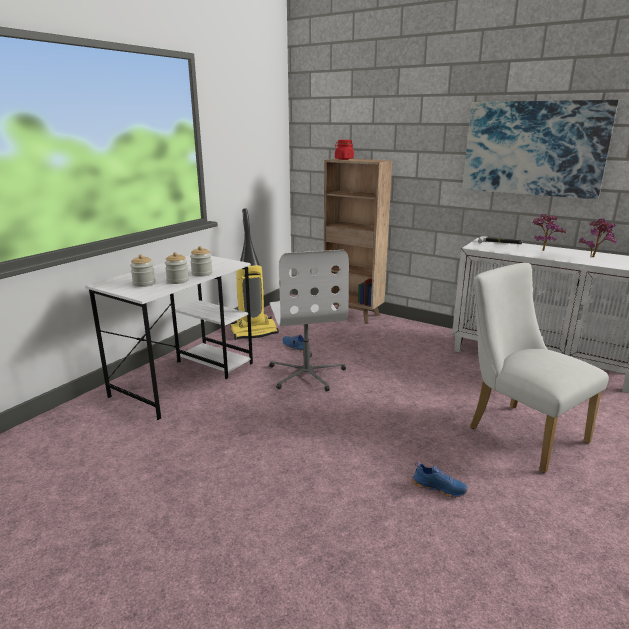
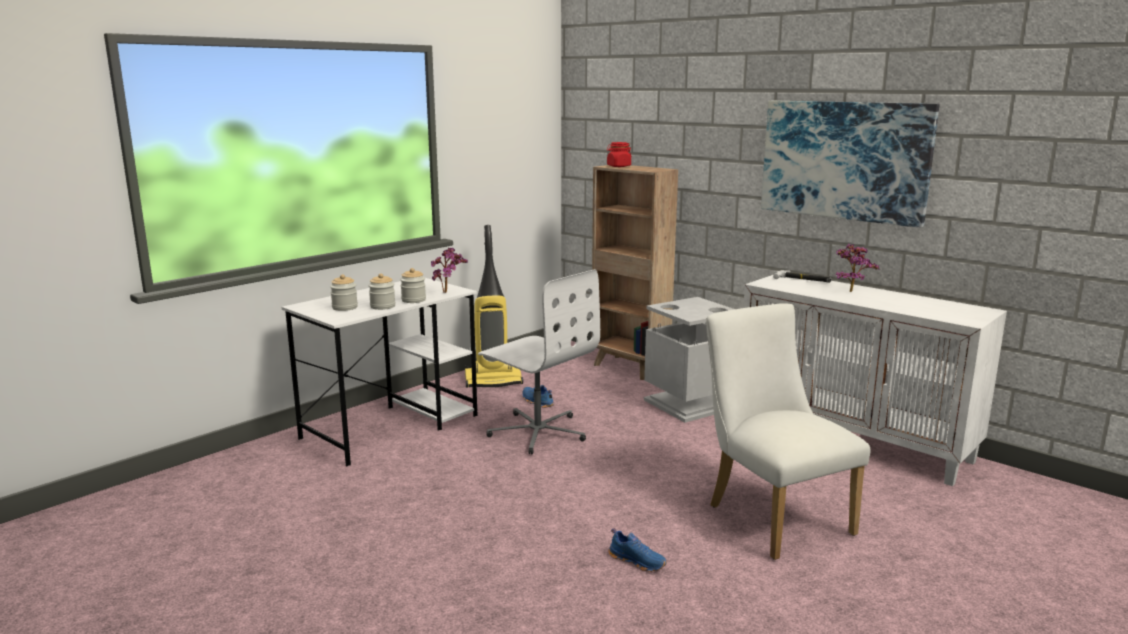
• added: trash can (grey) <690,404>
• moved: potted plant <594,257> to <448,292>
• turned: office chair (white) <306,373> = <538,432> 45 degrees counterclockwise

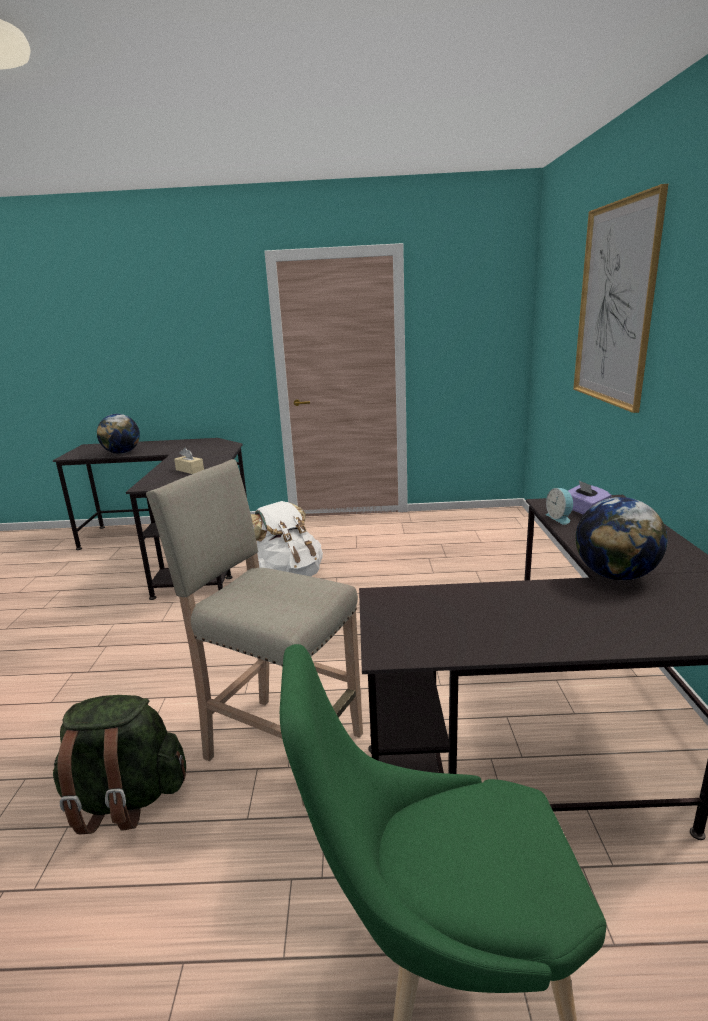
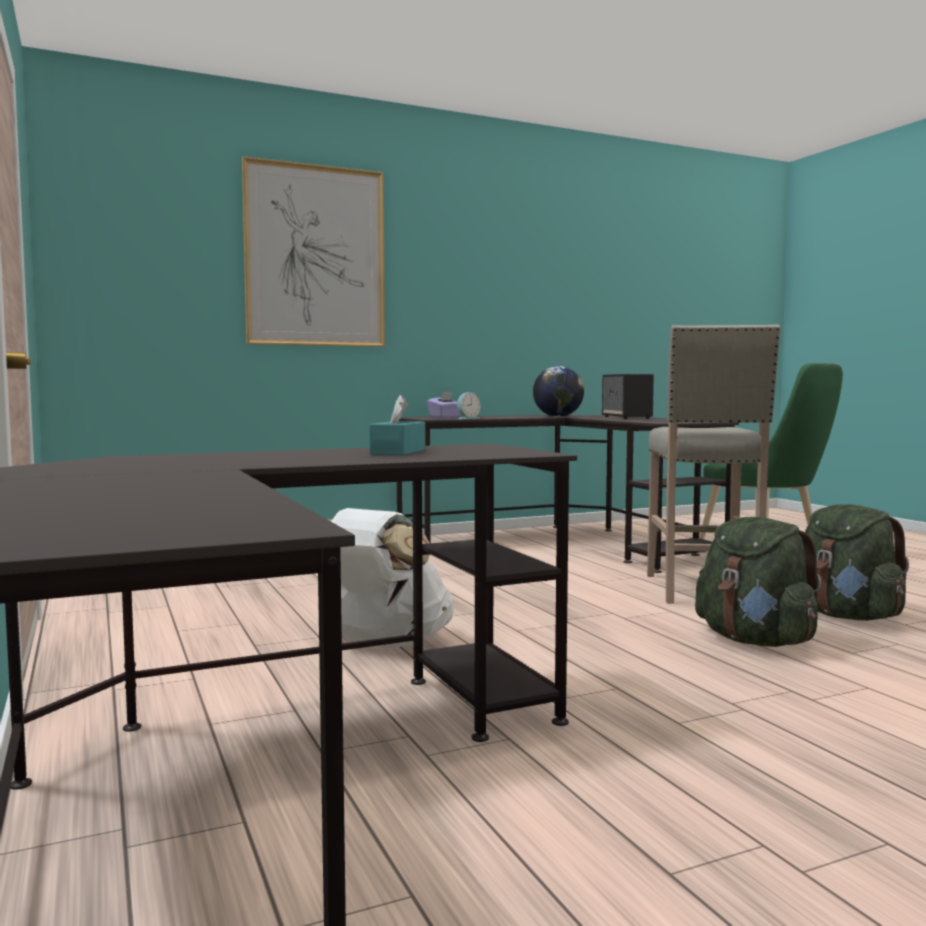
• removed: globe <122,453>
• added: speaker <627,417>
• added: backpack (green) <755,641>
• recoloured: tissue box (beige) <190,470> to tissue box (turquoise) <398,452>

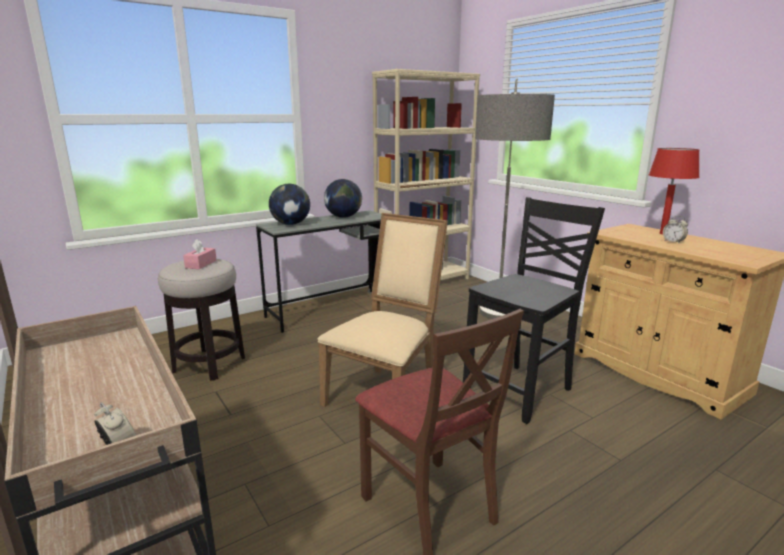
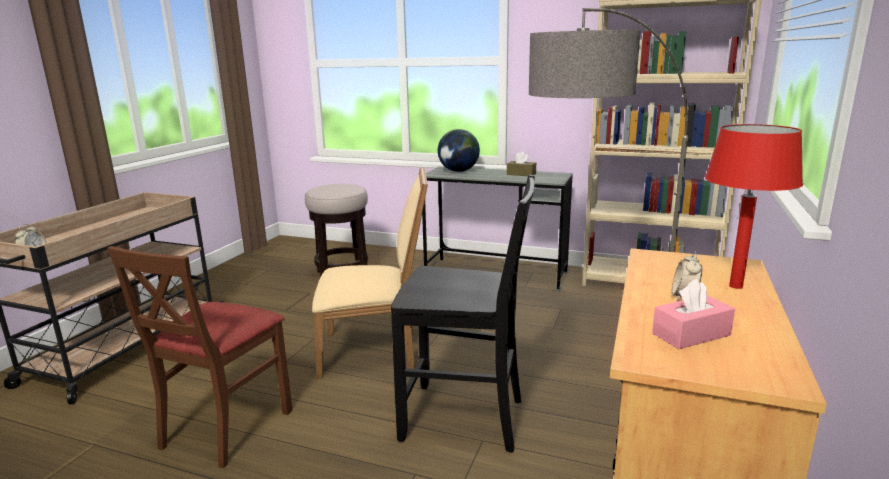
• moved: tissue box (pink) <201,264> to <691,334>
• replaced: globe <343,217> to tissue box (brown) <521,174>

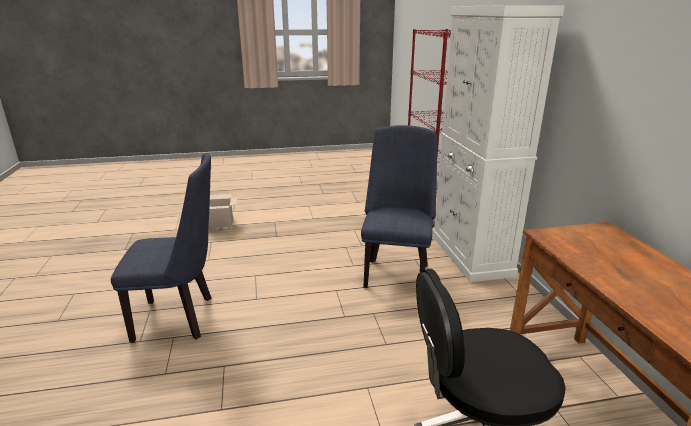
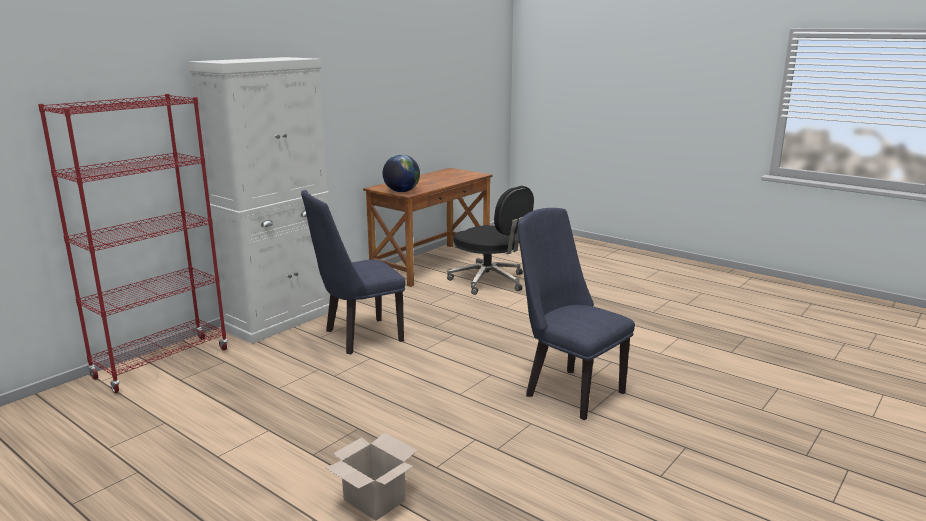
• added: globe <401,191>

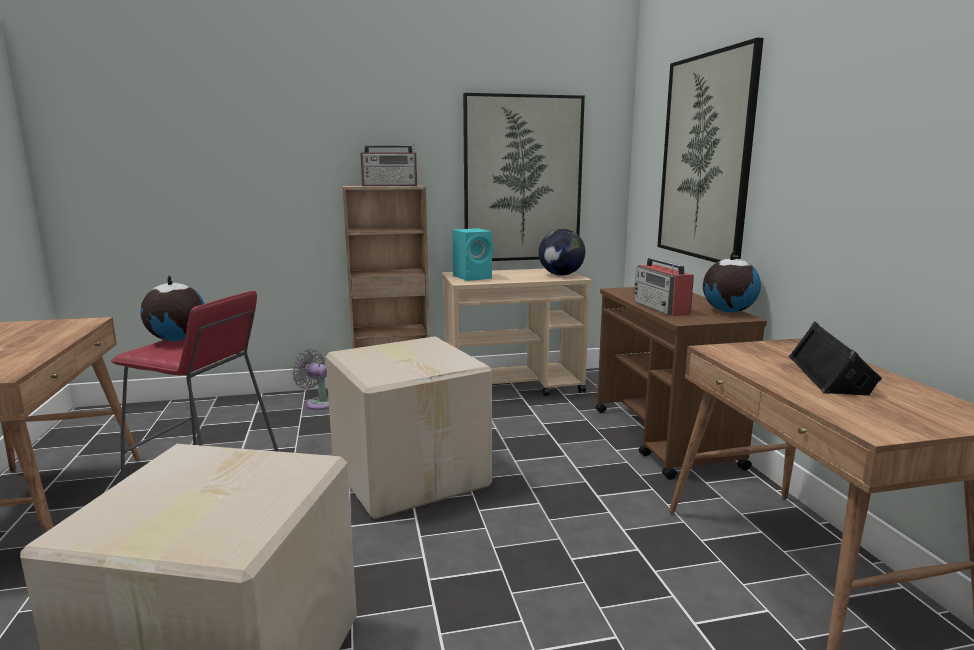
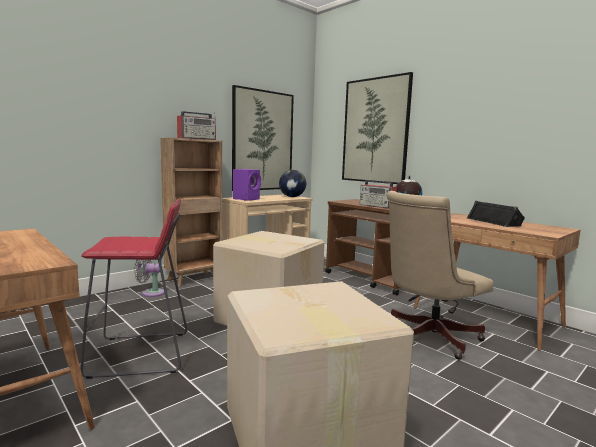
• removed: globe <177,340>
• added: office chair (beige) <427,337>
• recoloured: speaker (turquoise) <473,277> to speaker (purple) <247,199>

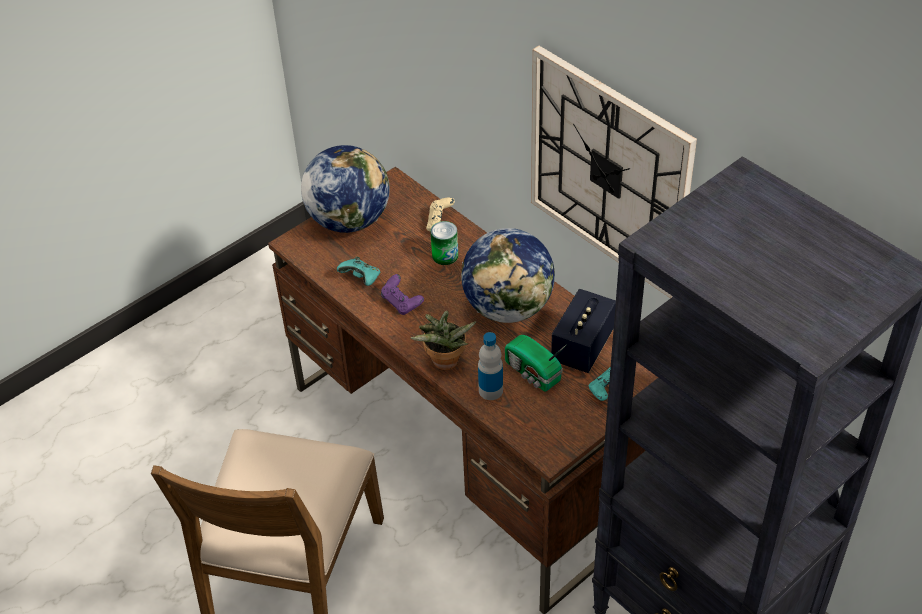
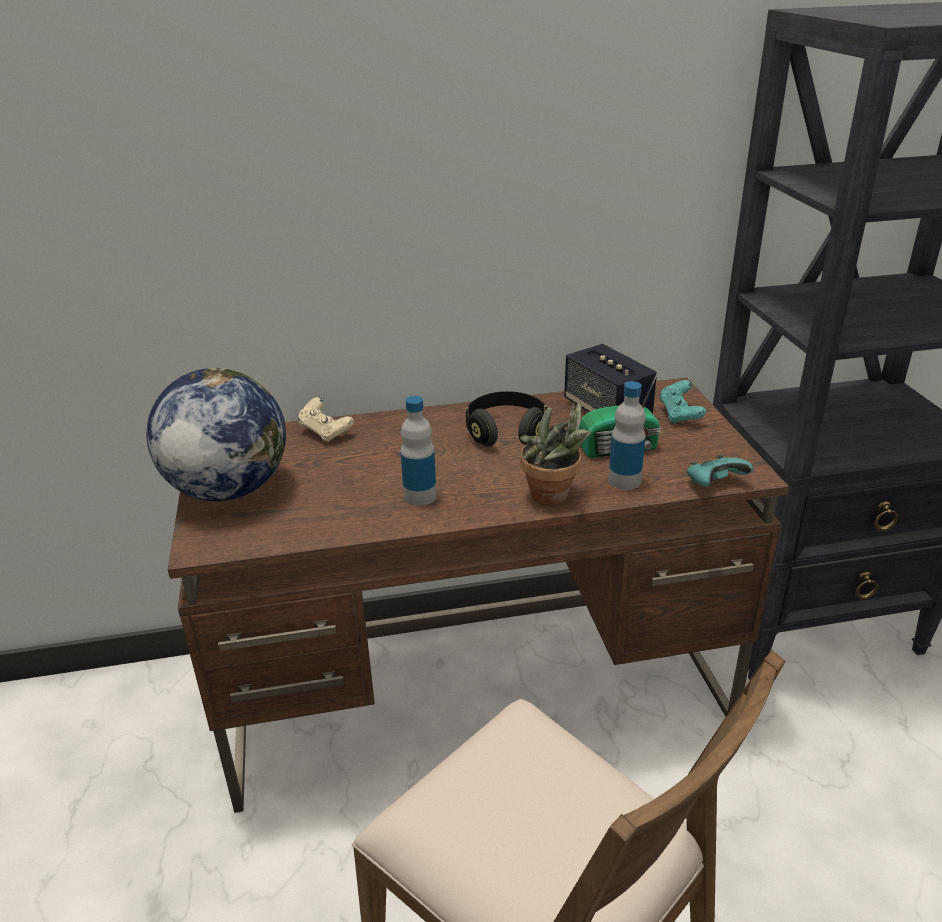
• removed: can <445,255>
• removed: wall clock <609,171>
• moved: game controller (turquoise) <361,279> to <714,484>
• replaced: game controller (purple) <401,303> to bottle <420,496>
• replaced: globe <509,307> to headphones (black) <506,432>

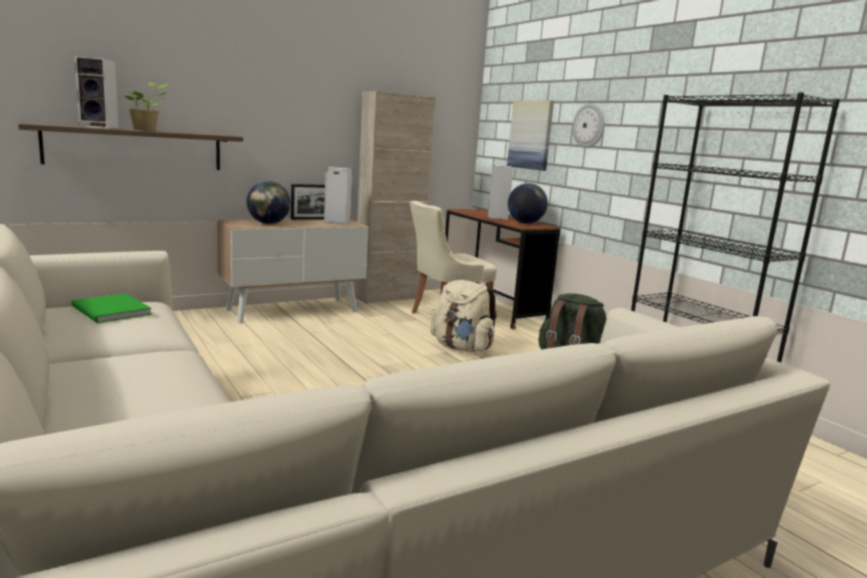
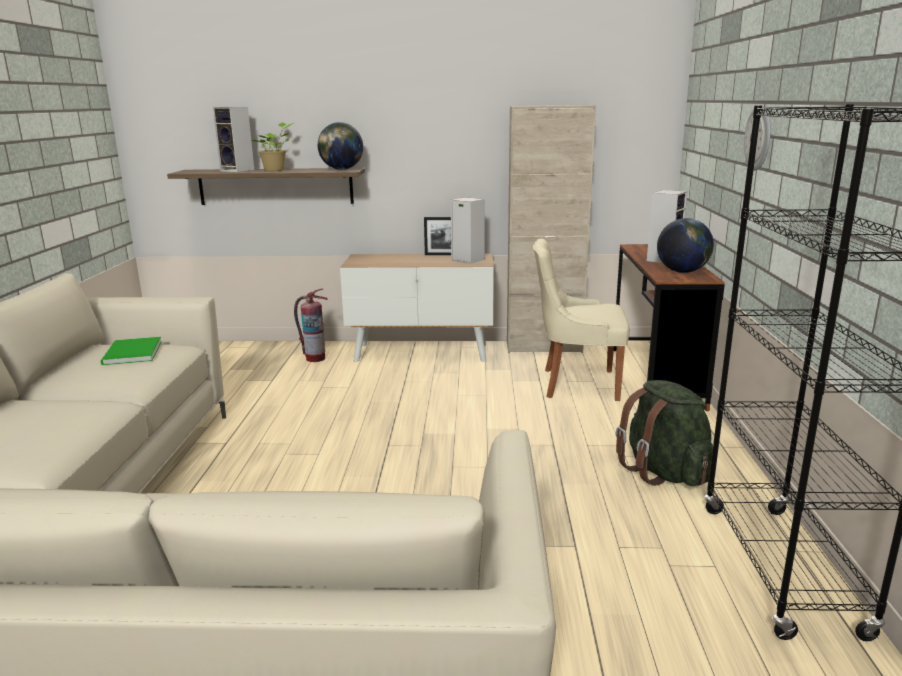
• removed: backpack (beige) <461,348>
• removed: picture <531,135>
• added: fire extinguisher <315,358>
• moved: globe <268,224> to <341,169>

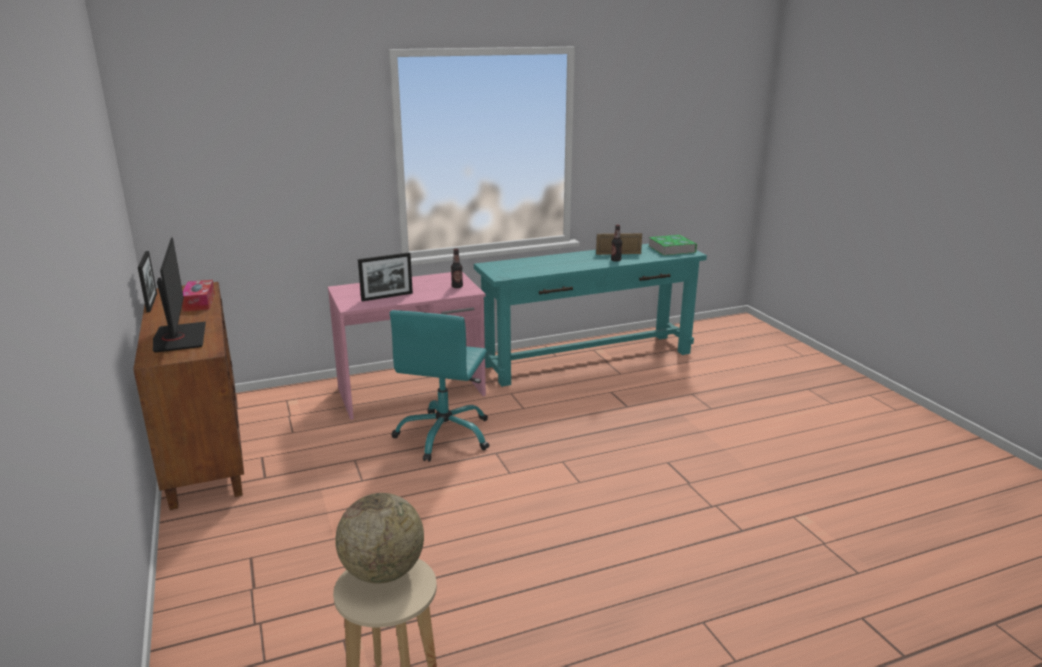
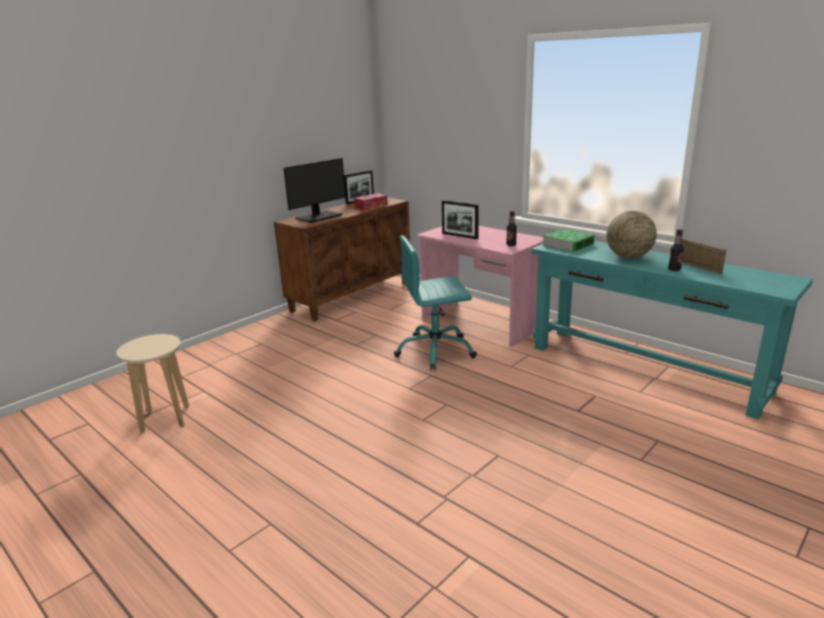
• moved: globe <383,572> to <628,257>
• moved: book <671,249> to <568,244>

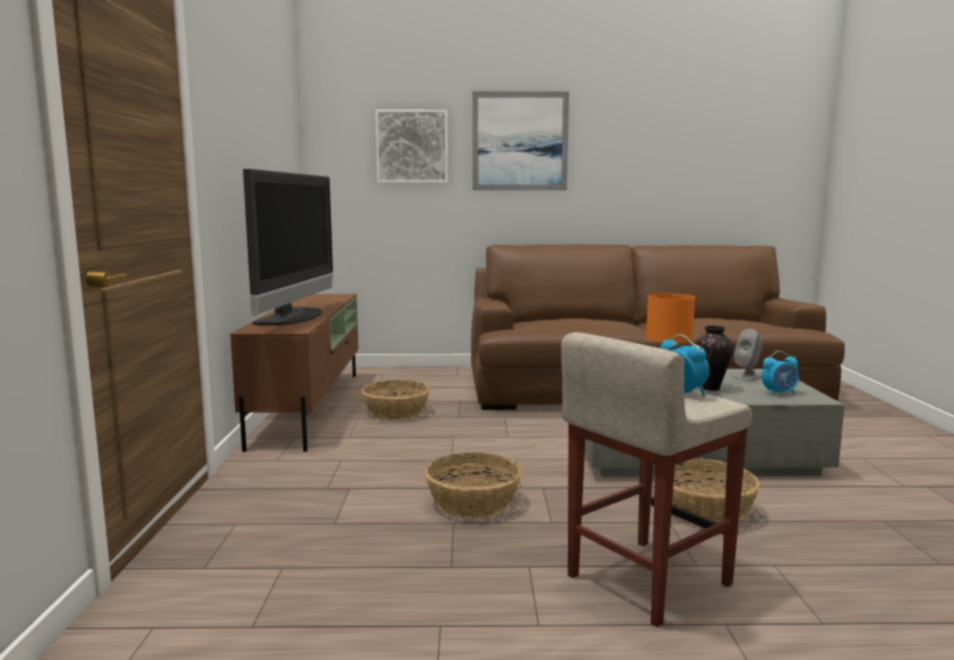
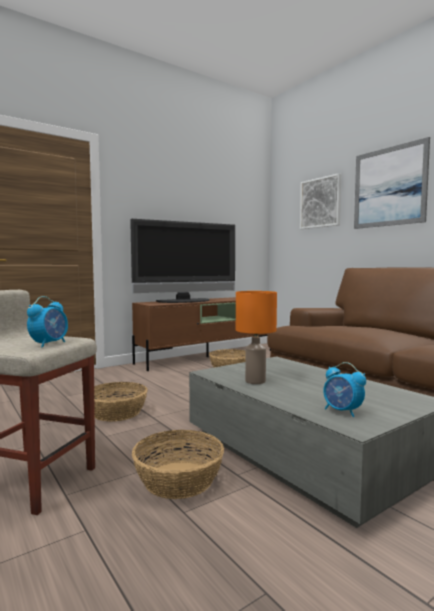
• removed: vase <711,388>
• removed: speaker (grey) <747,377>

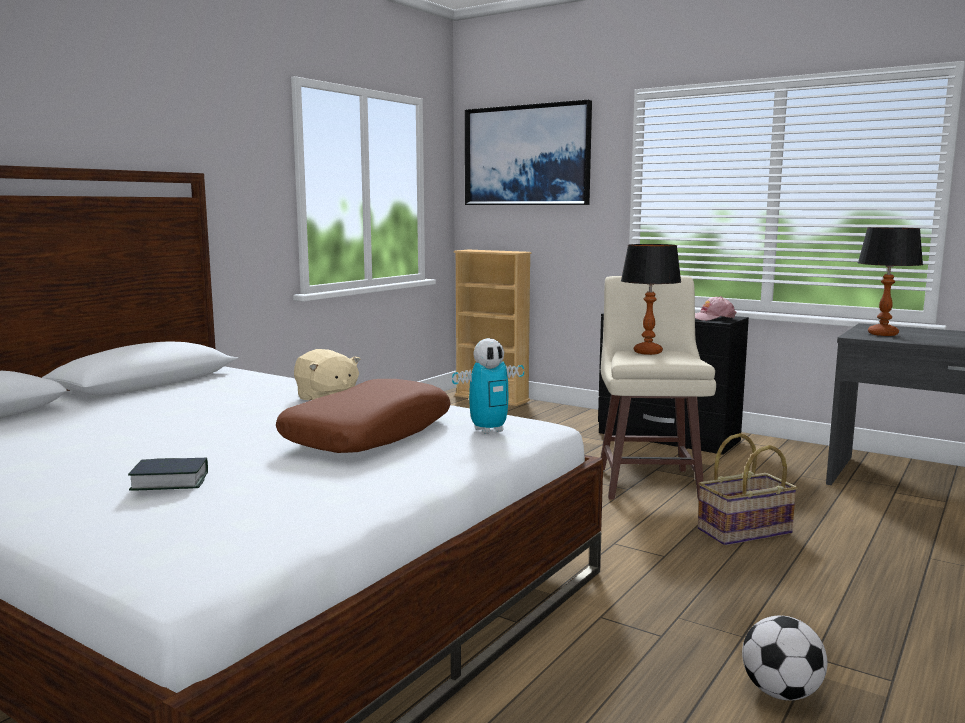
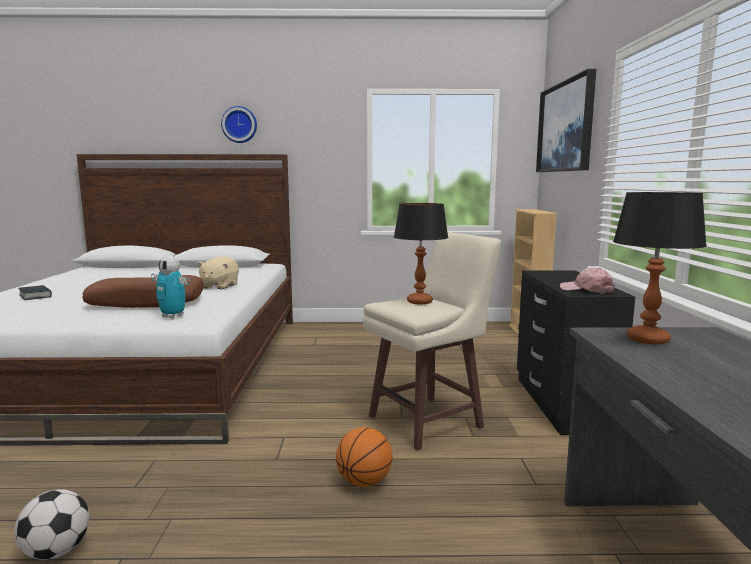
• added: wall clock <240,125>
• replaced: basket <745,532> to basketball <364,482>

